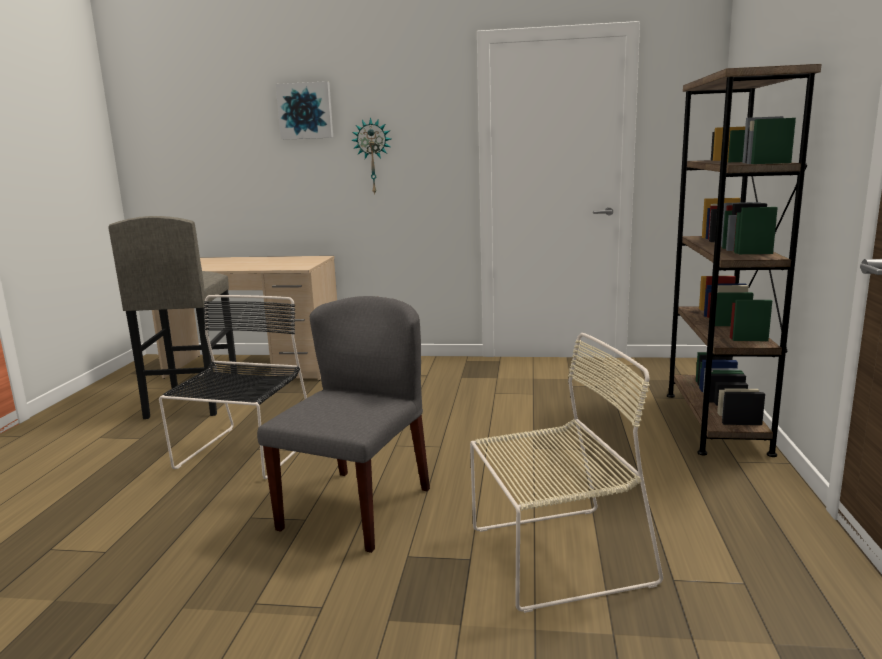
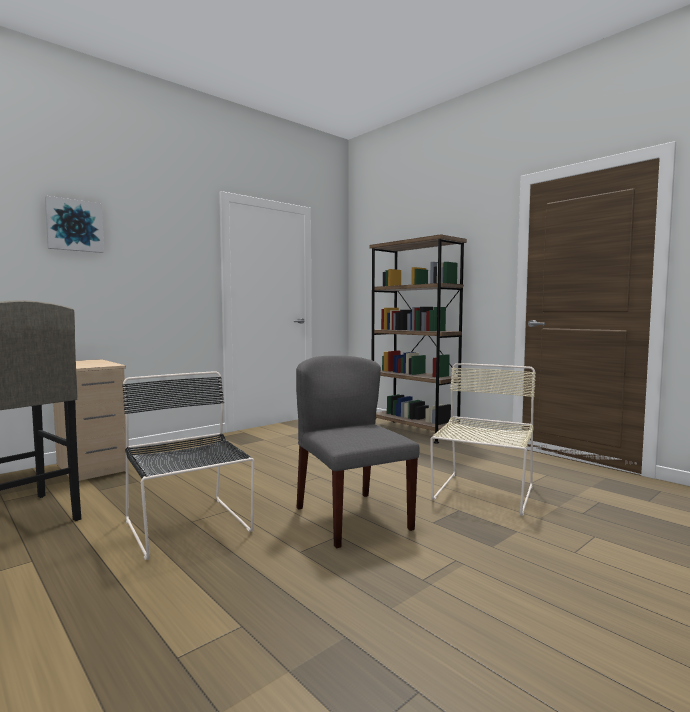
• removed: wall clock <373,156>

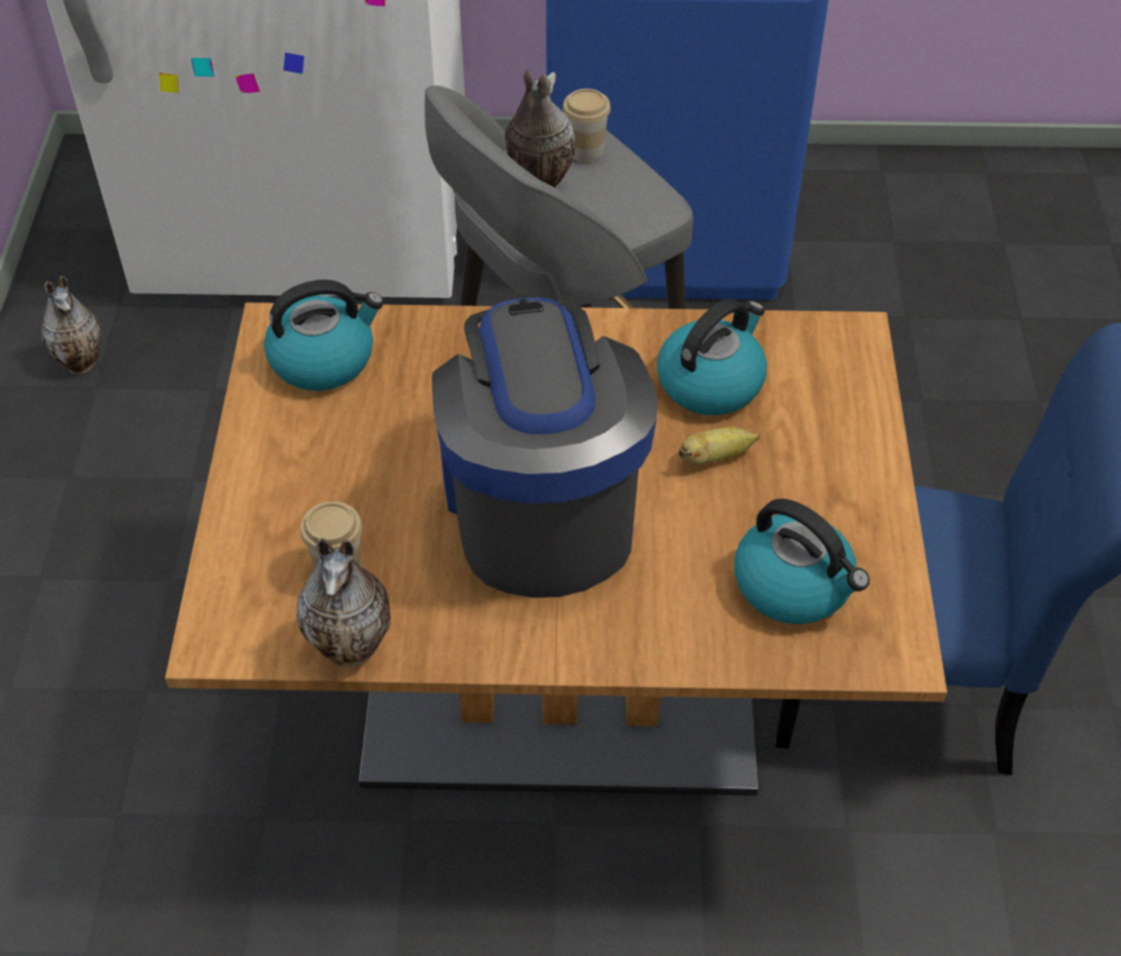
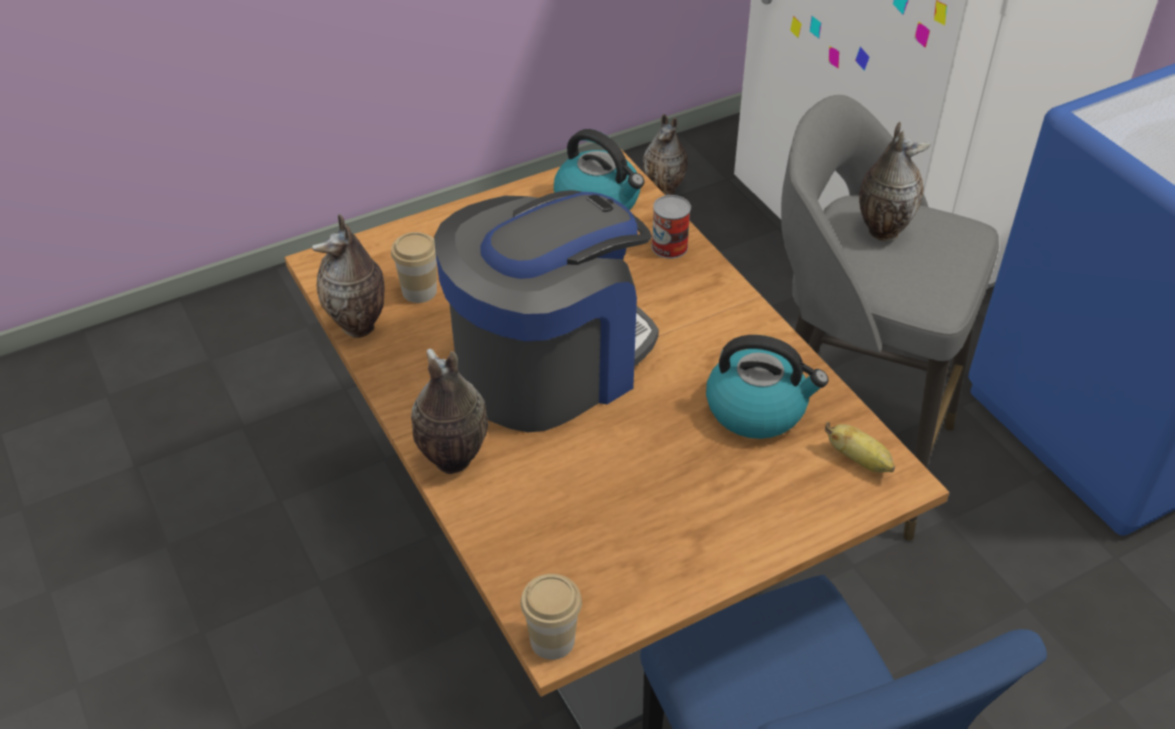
• removed: kettle <795,585>
• added: vase <452,461>
• added: can <669,246>
• moved: cup <586,151> to <552,640>
• moved: banana <715,457> to <859,460>

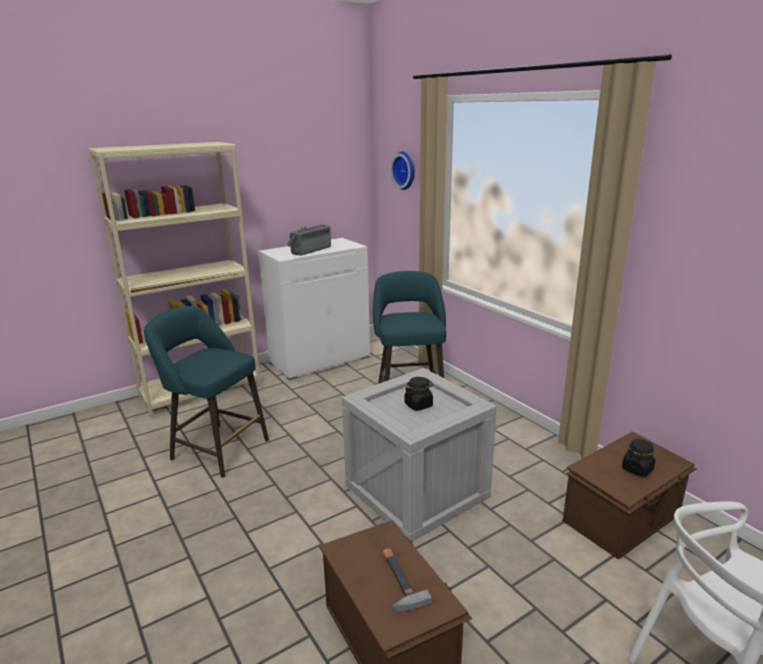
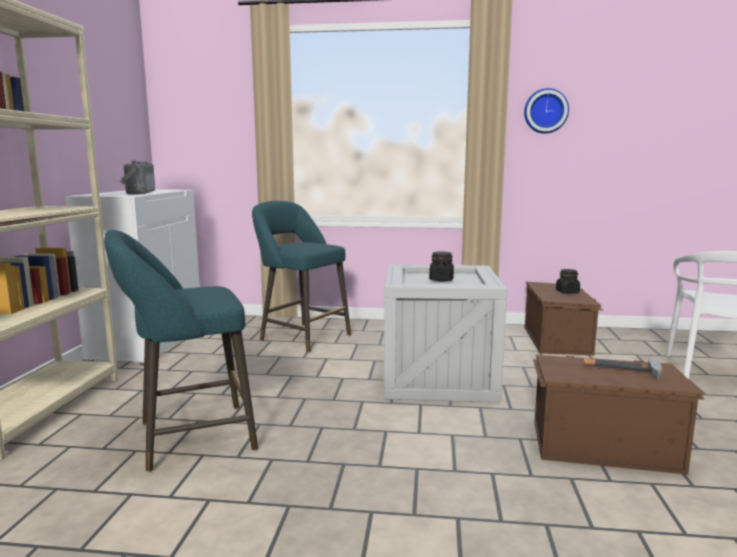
• moved: wall clock <405,170> to <545,111>

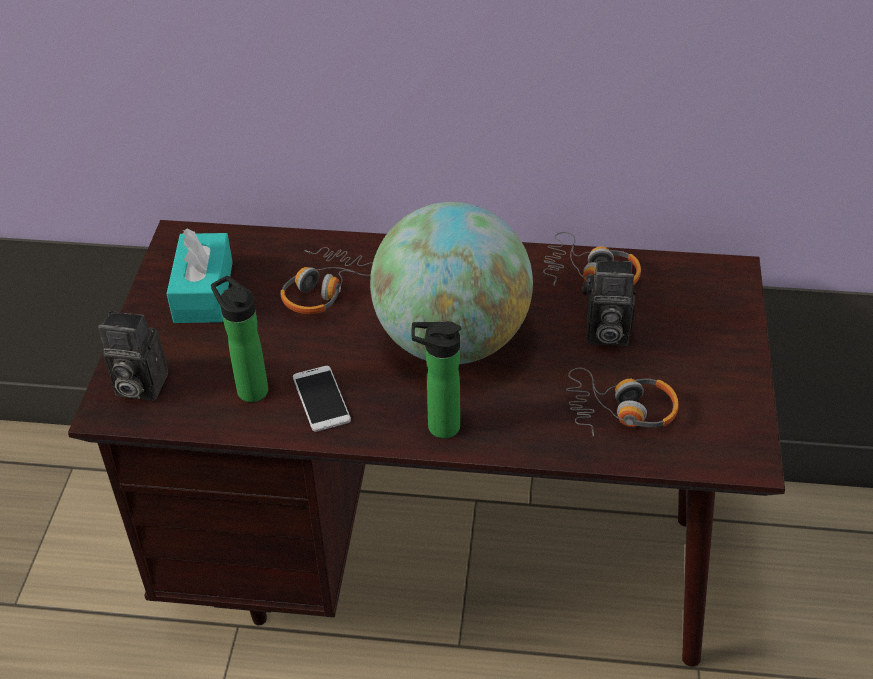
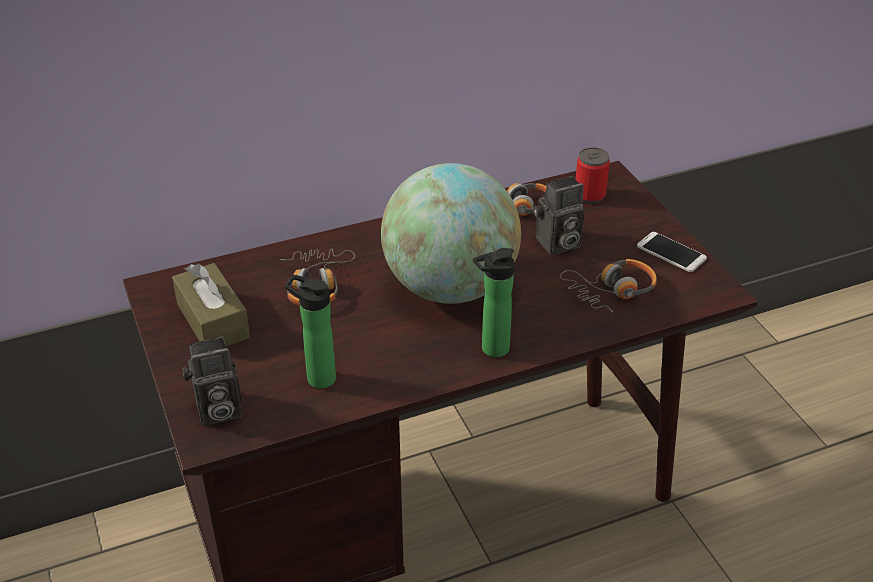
• added: can <589,195>
• moved: phone <321,399> to <671,252>
• recoloured: tissue box (turquoise) <203,292> to tissue box (brown) <213,321>

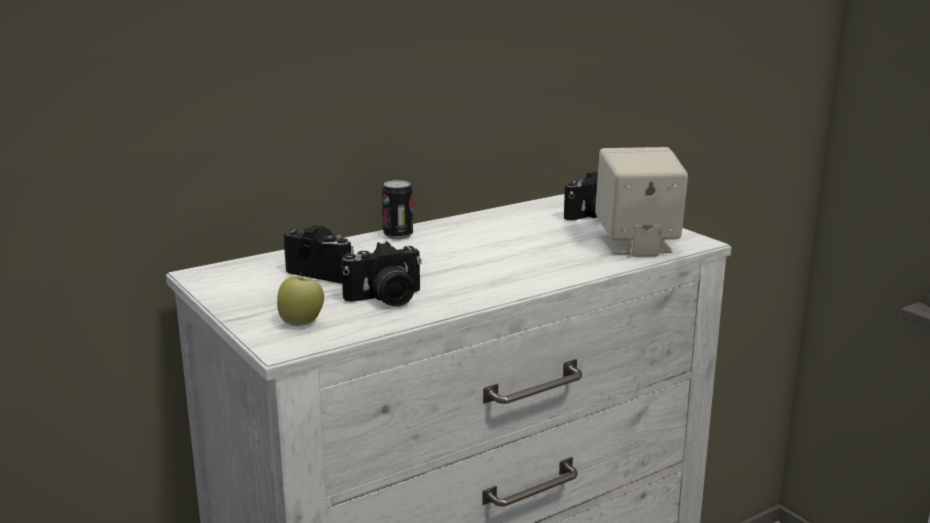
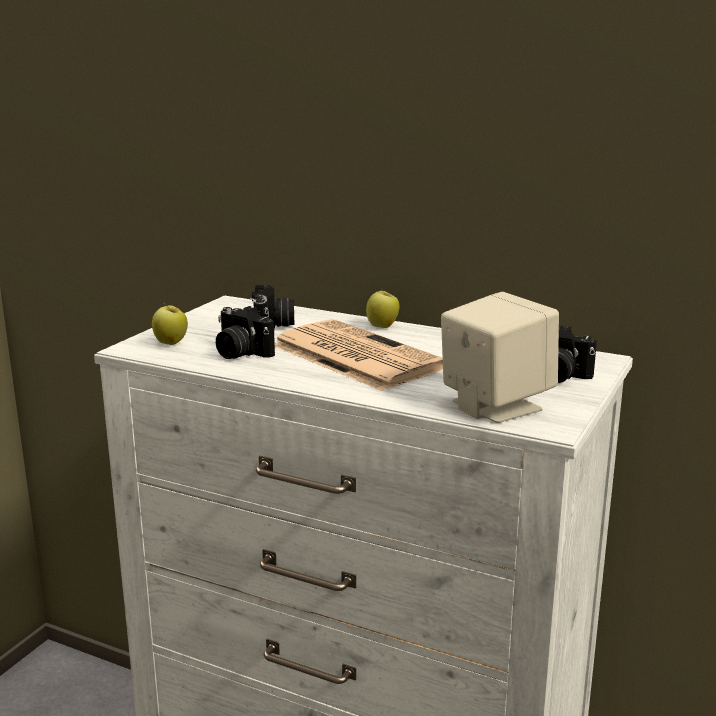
• added: newspaper <354,356>
• replaced: can <398,235> to apple <383,326>

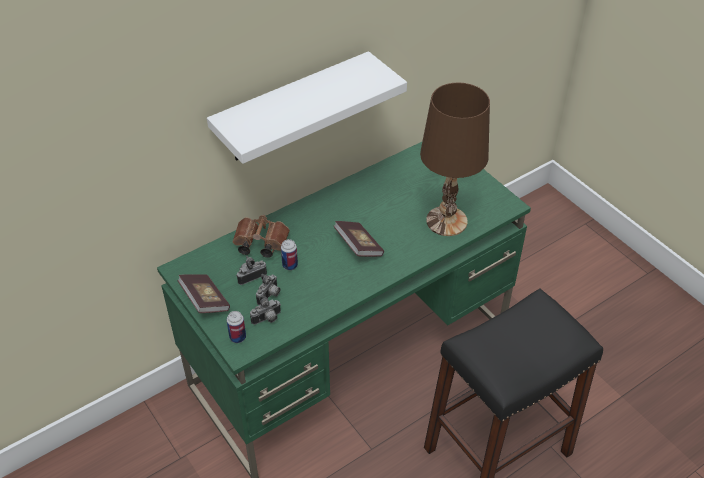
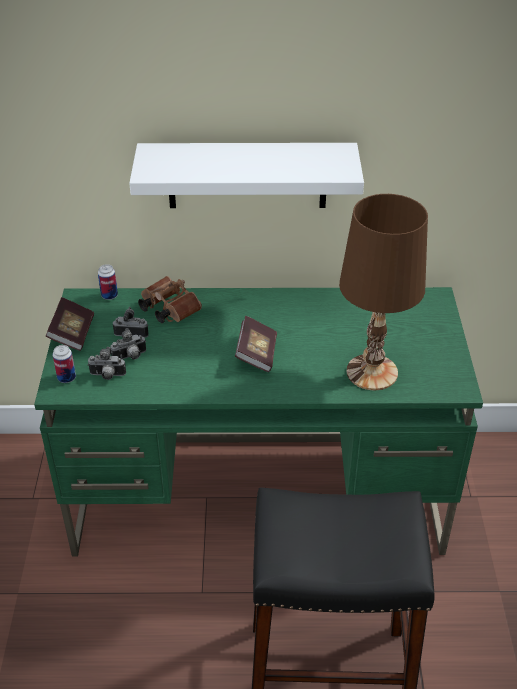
• moved: can <290,265> to <109,296>

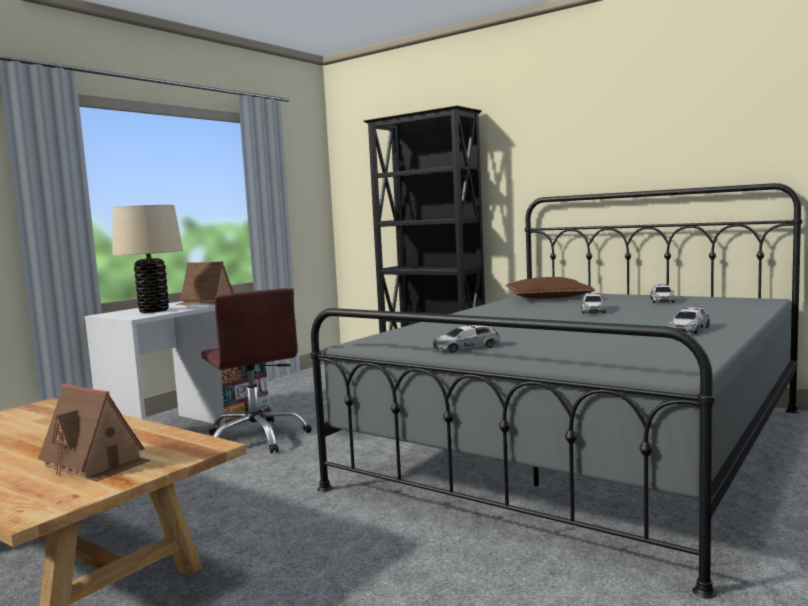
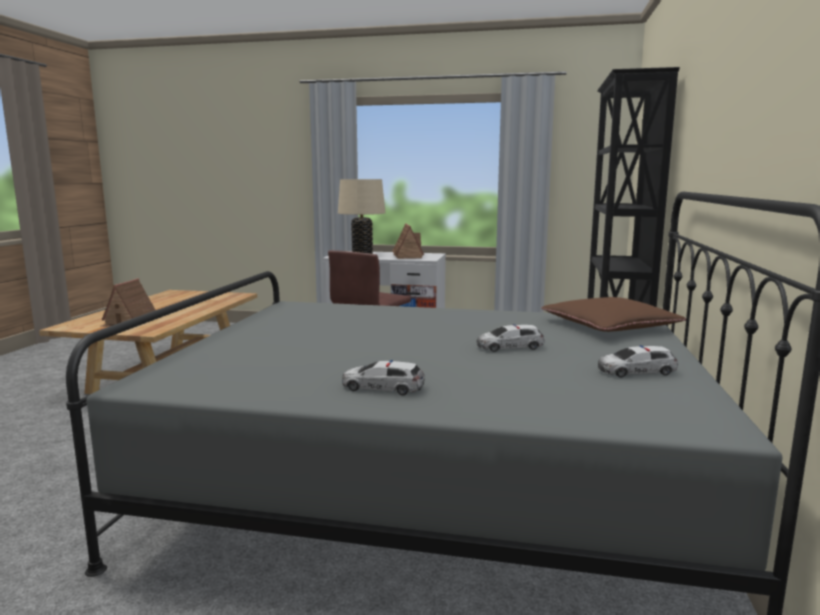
• removed: toy car <466,347>

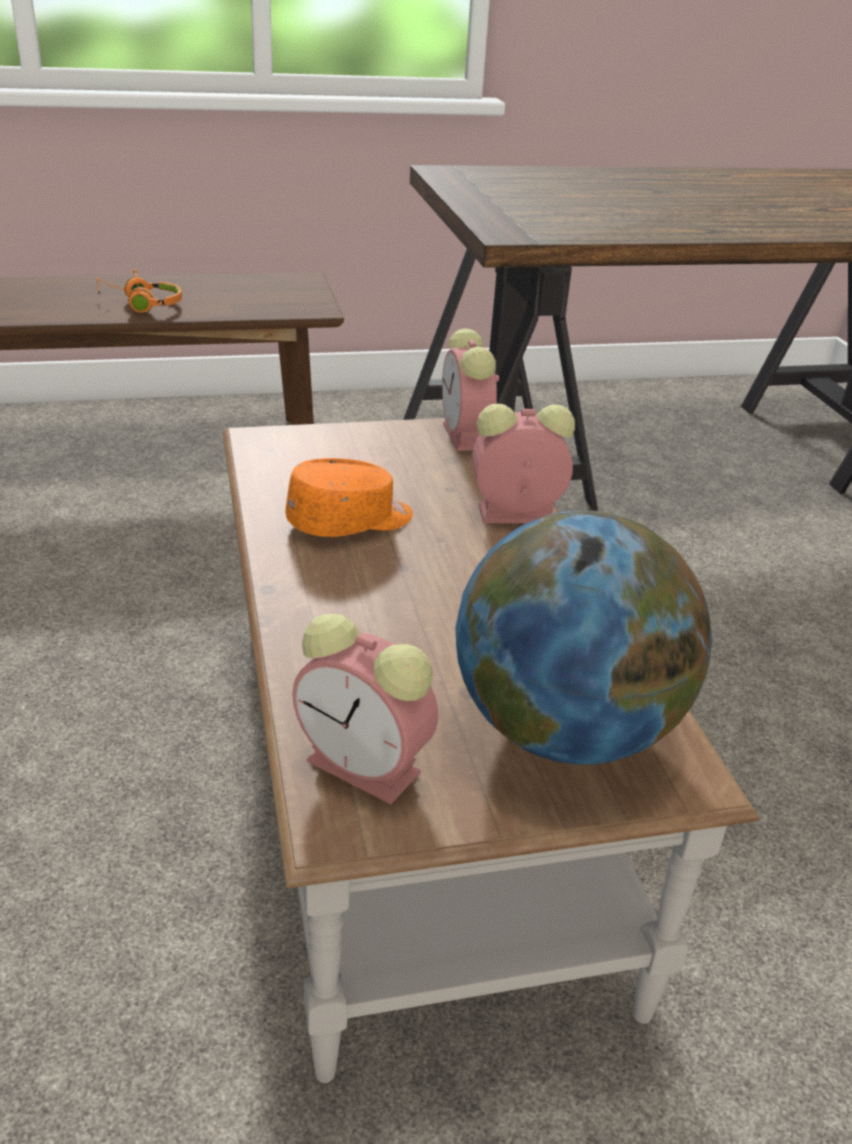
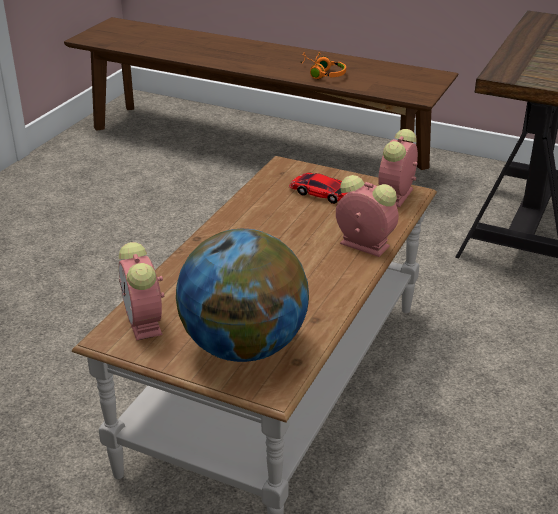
• removed: cap (orange) <351,521>
• added: toy car <321,192>

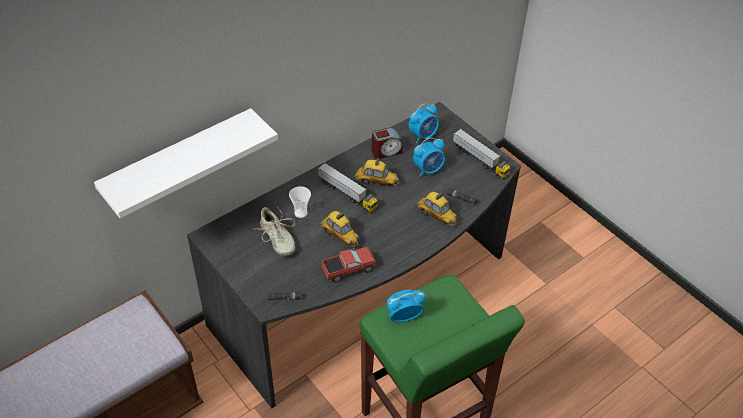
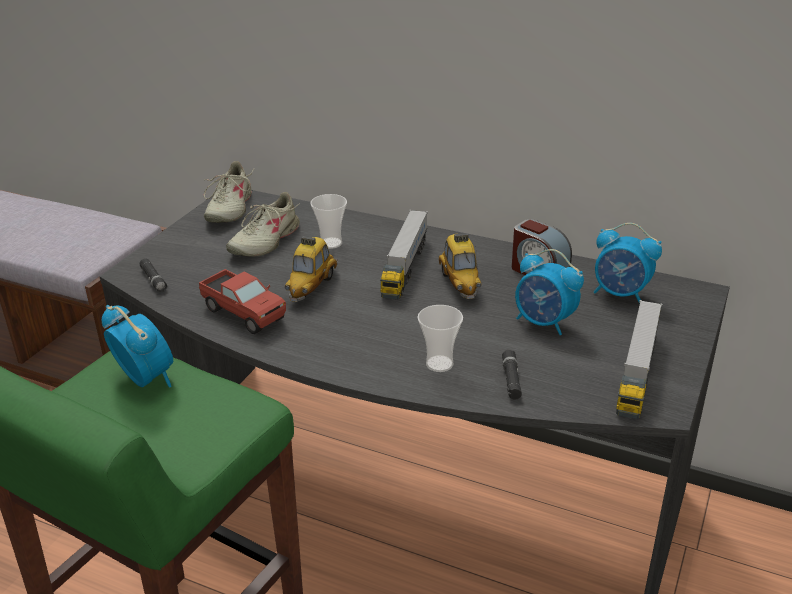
• removed: shelf (white) <179,163>
• added: shoe (beige) <229,209>
• replaced: toy car <436,216> to cup <439,364>

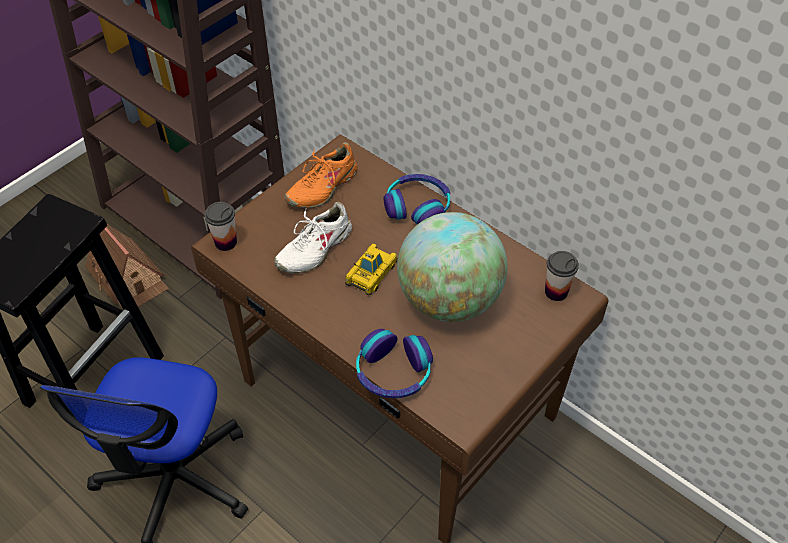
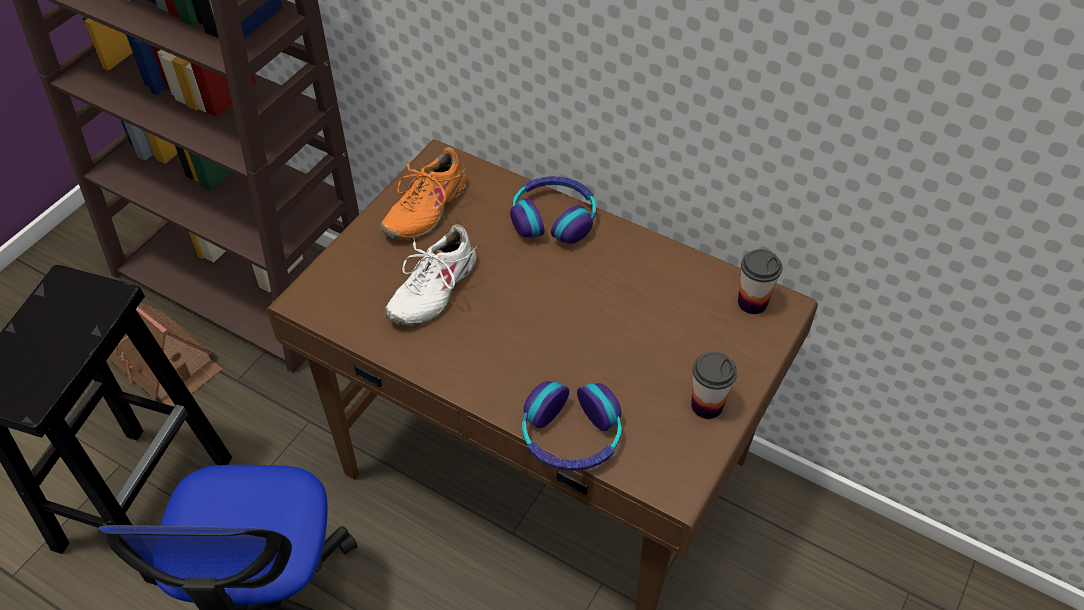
• removed: toy car <371,273>
• removed: globe <449,300>
• moved: cup <226,242> to <707,405>

